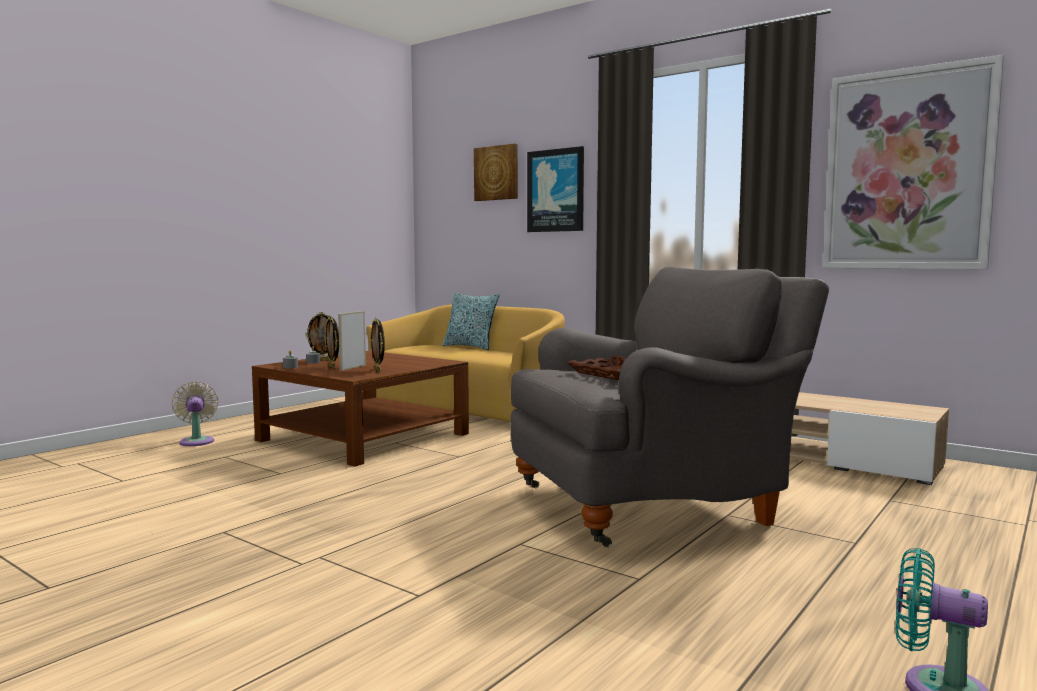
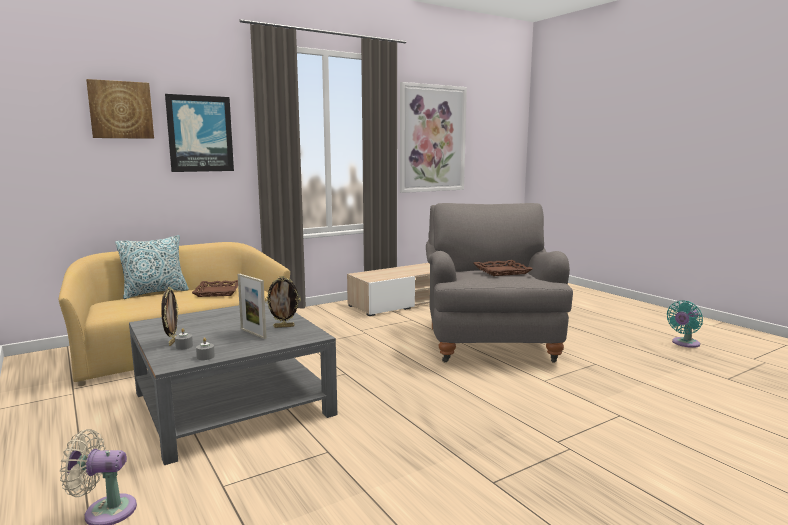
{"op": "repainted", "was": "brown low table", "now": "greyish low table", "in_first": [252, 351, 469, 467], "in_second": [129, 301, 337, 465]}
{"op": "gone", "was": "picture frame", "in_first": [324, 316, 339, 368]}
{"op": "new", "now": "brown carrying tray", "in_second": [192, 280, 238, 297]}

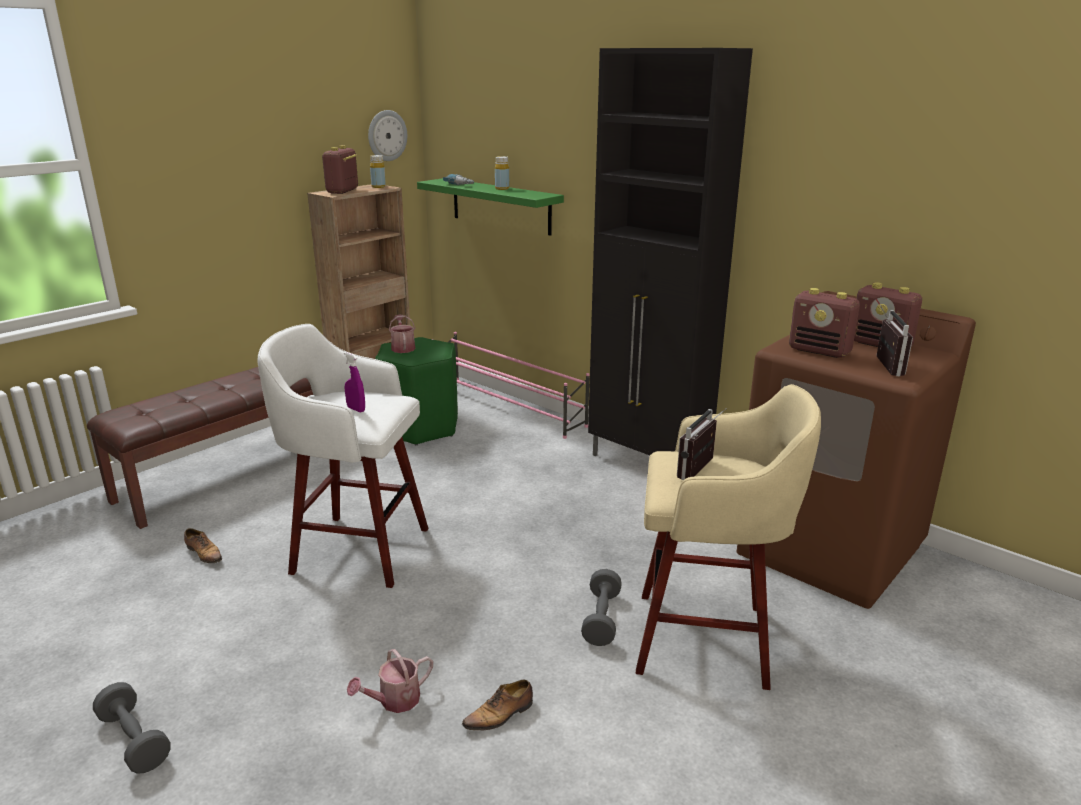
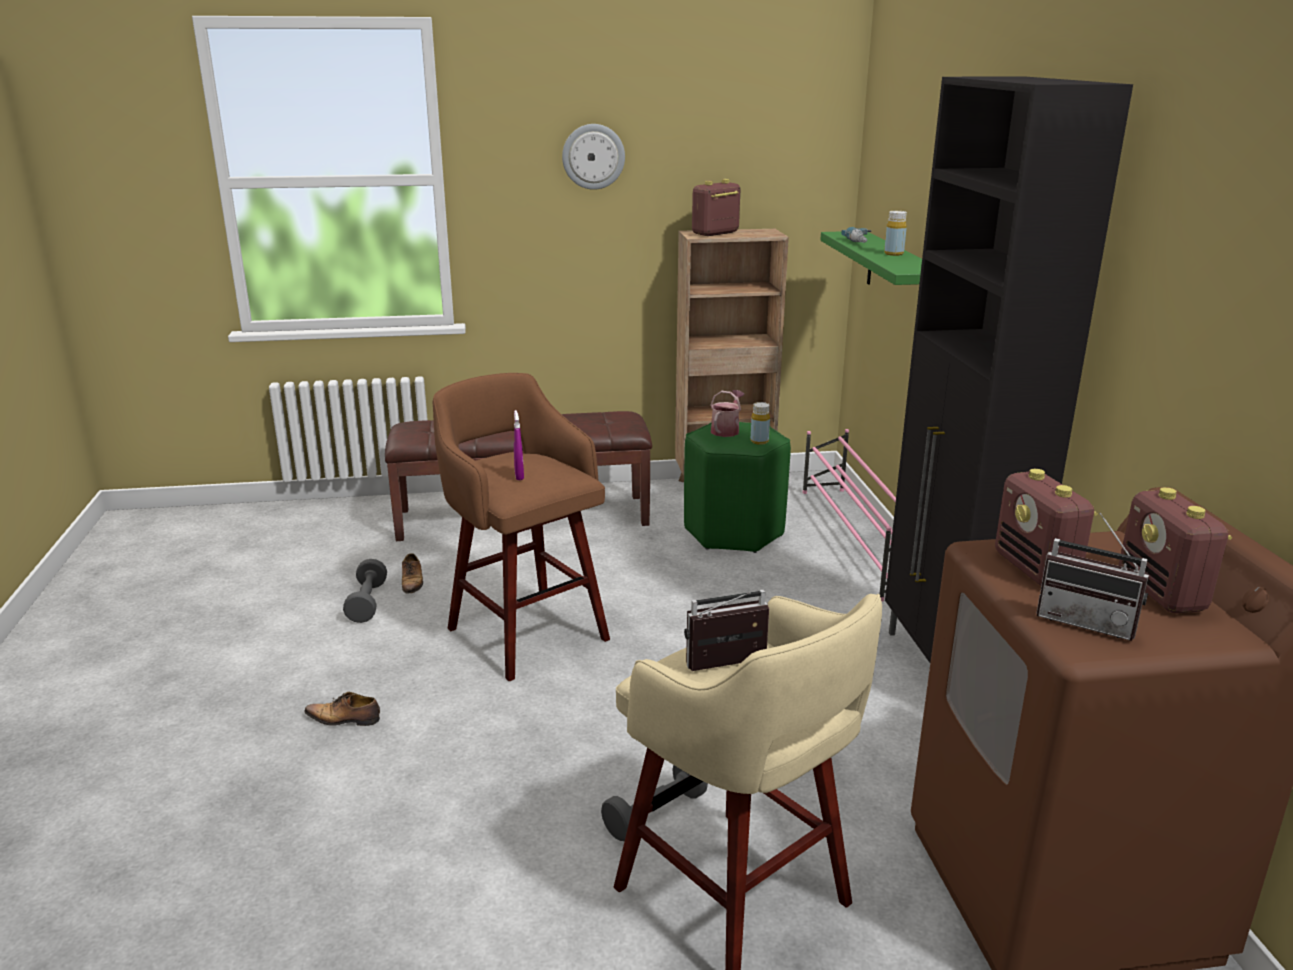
{"op": "shifted", "was": "greyish hand weight", "in_first": [93, 682, 171, 774], "in_second": [343, 559, 387, 623]}
{"op": "repainted", "was": "white-coloured stool", "now": "brown stool", "in_first": [258, 324, 428, 588], "in_second": [432, 373, 610, 681]}
{"op": "gone", "was": "sprinkling can", "in_first": [347, 649, 433, 713]}
{"op": "shifted", "was": "wall clock", "in_first": [368, 110, 407, 161], "in_second": [562, 124, 625, 190]}
{"op": "shifted", "was": "yellowish drink bottle", "in_first": [370, 155, 386, 188], "in_second": [751, 402, 770, 445]}
{"op": "shifted", "was": "shoe", "in_first": [462, 679, 533, 730], "in_second": [305, 692, 380, 726]}
{"op": "rotated", "was": "radio set", "in_first": [876, 305, 913, 376], "in_second": [1036, 513, 1149, 641], "clockwise": 75}

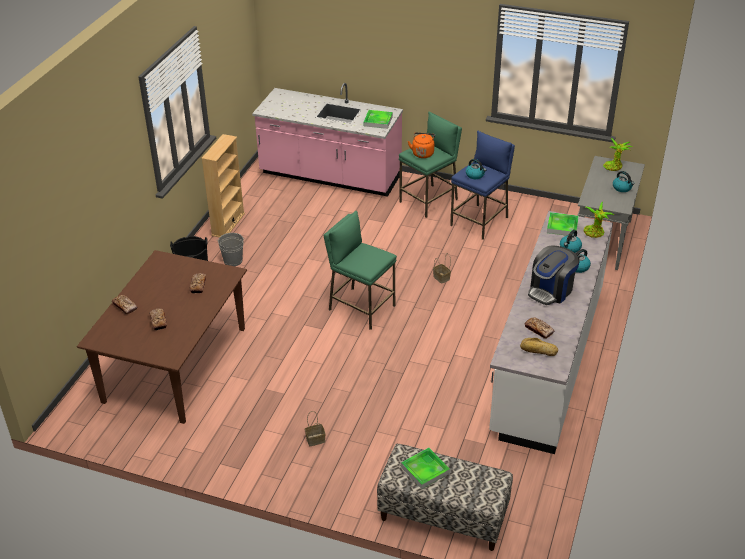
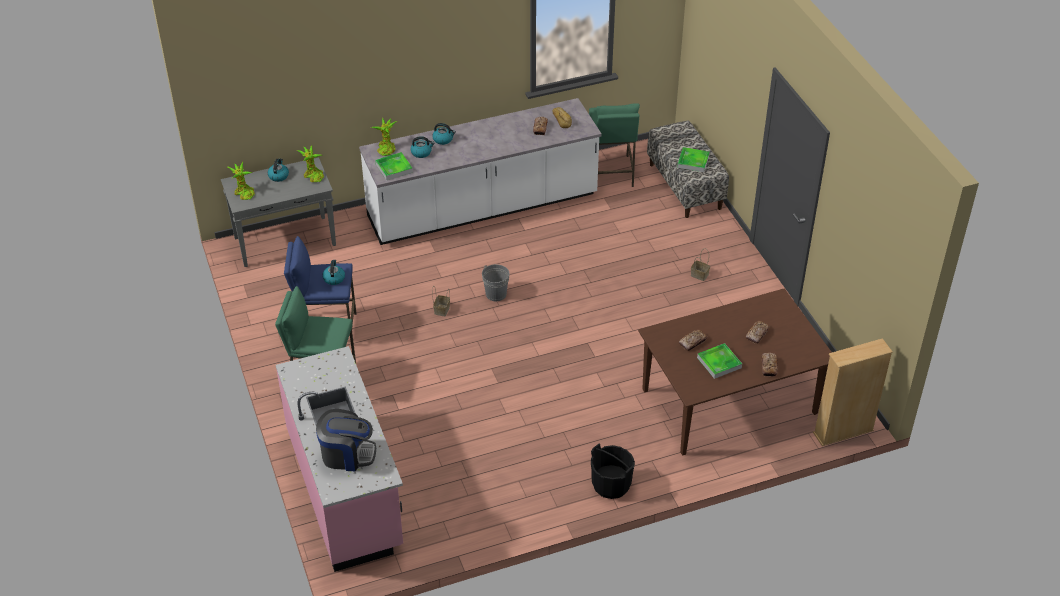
{"op": "shifted", "was": "beige shelving unit", "in_first": [201, 134, 245, 237], "in_second": [813, 338, 893, 446]}
{"op": "shifted", "was": "greyish pail", "in_first": [217, 233, 245, 266], "in_second": [482, 264, 509, 301]}
{"op": "shifted", "was": "greenish stool", "in_first": [324, 211, 397, 330], "in_second": [589, 103, 640, 187]}
{"op": "shifted", "was": "carrying tray", "in_first": [363, 110, 393, 129], "in_second": [697, 343, 742, 379]}
{"op": "gone", "was": "orange water kettle", "in_first": [408, 132, 435, 158]}
{"op": "shifted", "was": "coffee brewer", "in_first": [528, 245, 580, 305], "in_second": [316, 409, 376, 471]}
{"op": "new", "now": "potted plant", "in_second": [297, 145, 324, 182]}

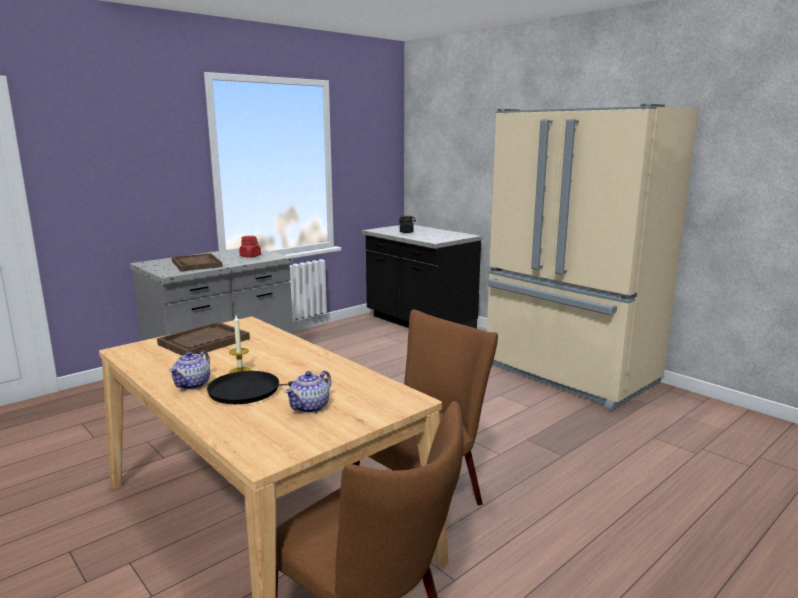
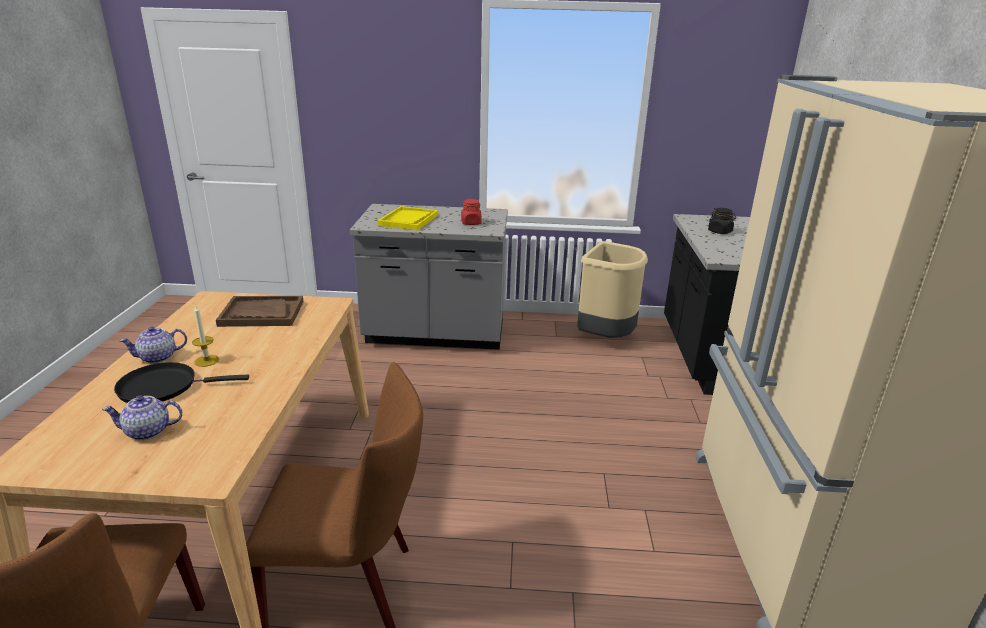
{"op": "repainted", "was": "brown carrying tray", "now": "yellowish carrying tray", "in_first": [172, 253, 223, 271], "in_second": [378, 206, 438, 230]}
{"op": "rotated", "was": "black-coloured frying pan", "in_first": [207, 371, 328, 404], "in_second": [114, 362, 249, 403], "clockwise": -45}
{"op": "new", "now": "beige waste bin", "in_second": [577, 241, 648, 338]}

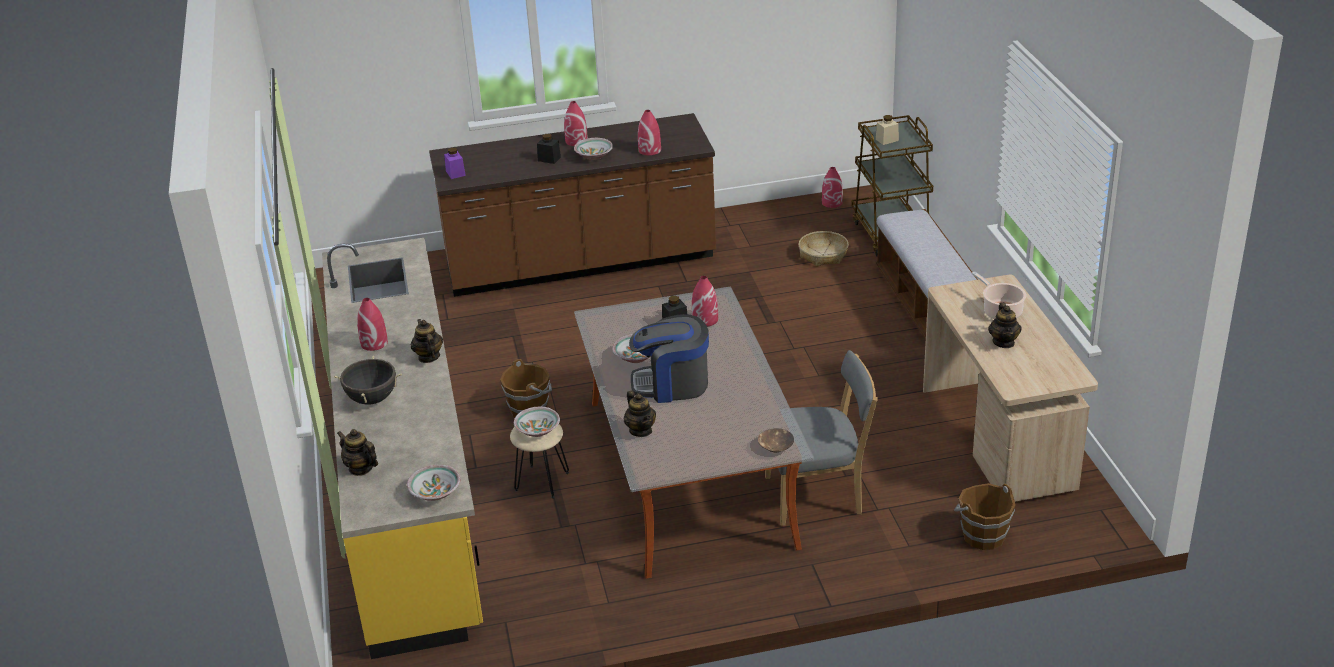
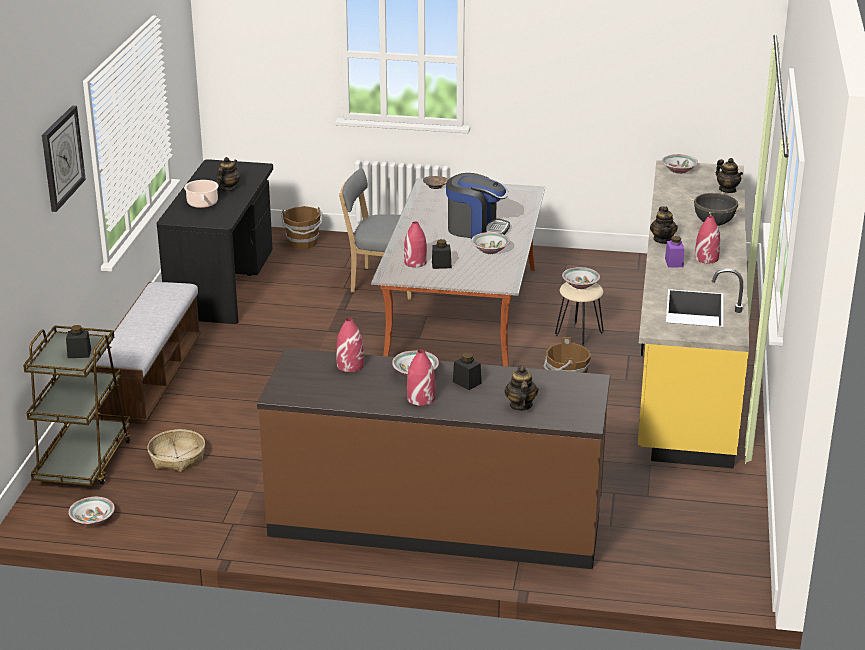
{"op": "shifted", "was": "purple-coloured preserve jar", "in_first": [444, 148, 466, 179], "in_second": [665, 236, 684, 268]}
{"op": "shifted", "was": "teapot", "in_first": [624, 390, 656, 437], "in_second": [504, 365, 539, 411]}
{"op": "swapped", "was": "reddish vase", "now": "serving bowl", "in_first": [822, 167, 843, 208], "in_second": [69, 497, 115, 526]}
{"op": "repainted", "was": "beige preserve jar", "now": "black-coloured preserve jar", "in_first": [876, 115, 899, 145], "in_second": [66, 325, 91, 358]}
{"op": "repainted", "was": "beige desk table", "now": "black-coloured desk table", "in_first": [923, 275, 1098, 502], "in_second": [157, 159, 273, 324]}
{"op": "new", "now": "wall clock", "in_second": [42, 106, 86, 212]}

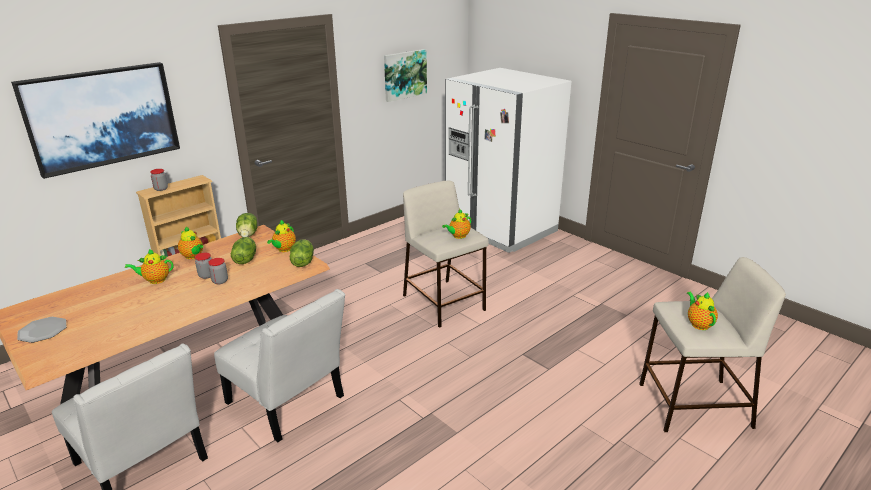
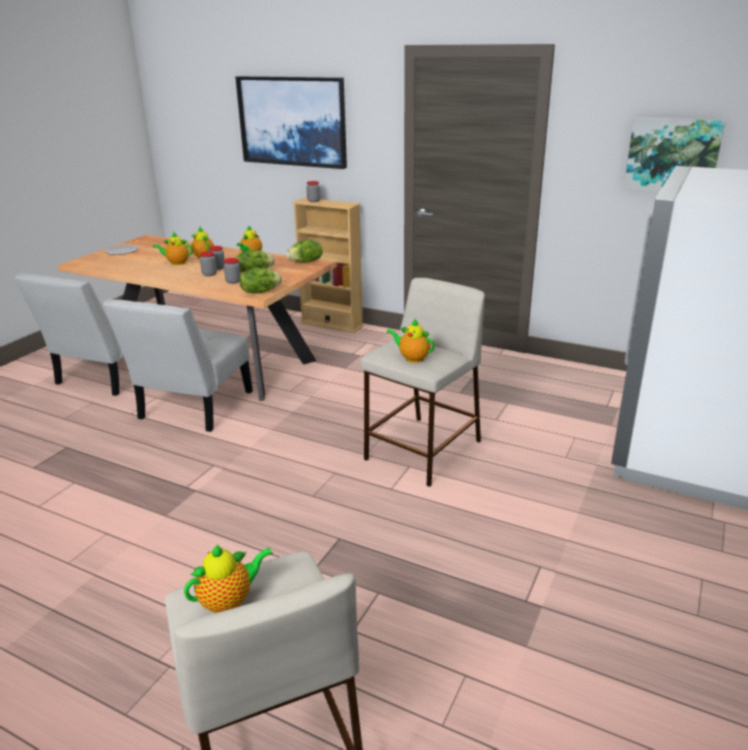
{"op": "shifted", "was": "teapot", "in_first": [267, 220, 296, 252], "in_second": [152, 232, 193, 265]}
{"op": "new", "now": "preserve jar", "in_second": [224, 258, 241, 284]}

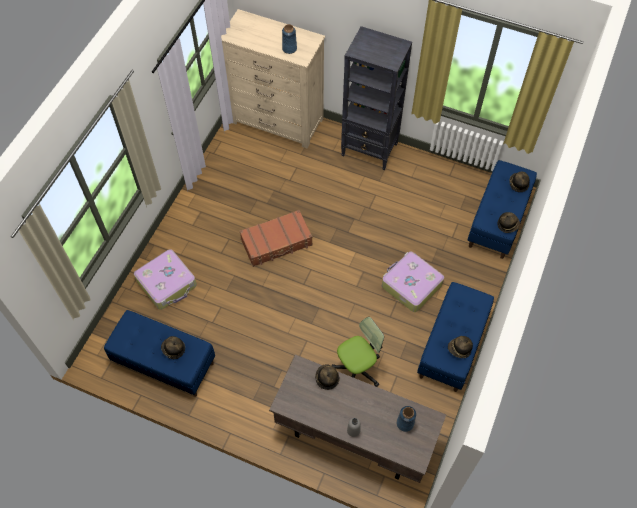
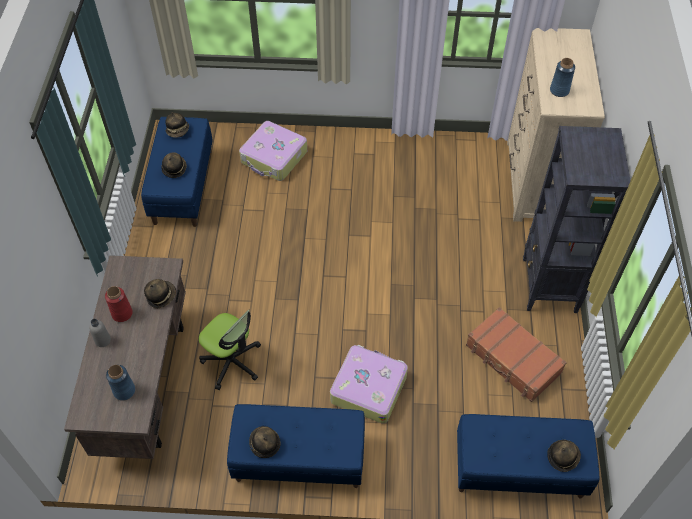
{"op": "shifted", "was": "brown travel case", "in_first": [240, 210, 313, 267], "in_second": [466, 307, 567, 402]}
{"op": "shifted", "was": "clothing hat", "in_first": [498, 212, 520, 233], "in_second": [165, 112, 189, 138]}
{"op": "new", "now": "reddish vase", "in_second": [105, 286, 133, 322]}

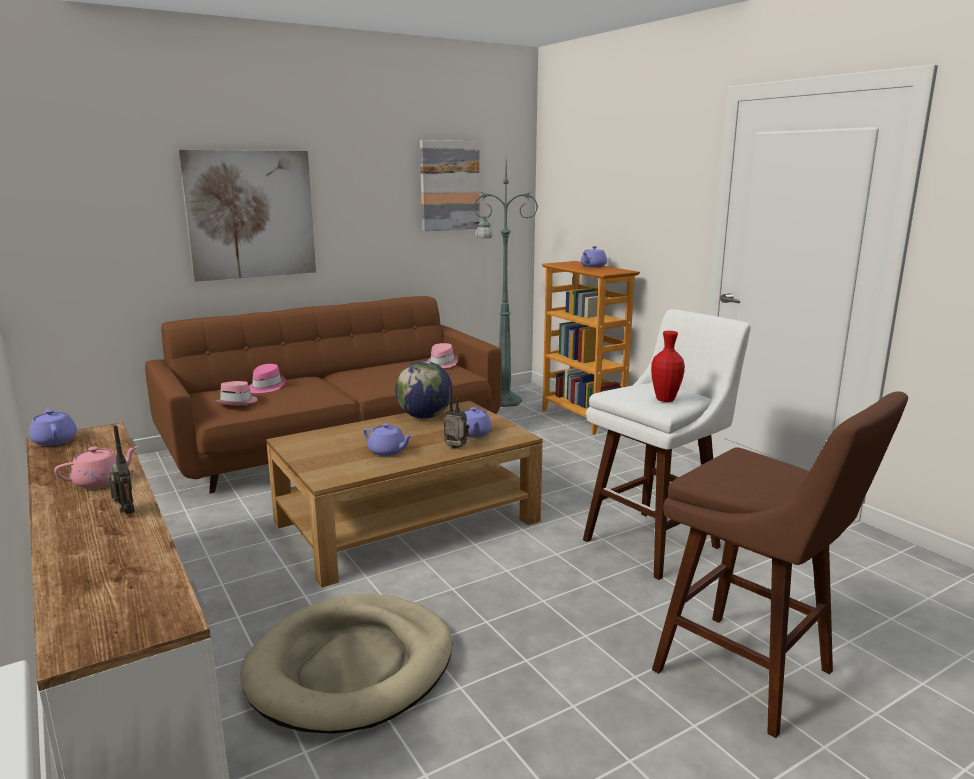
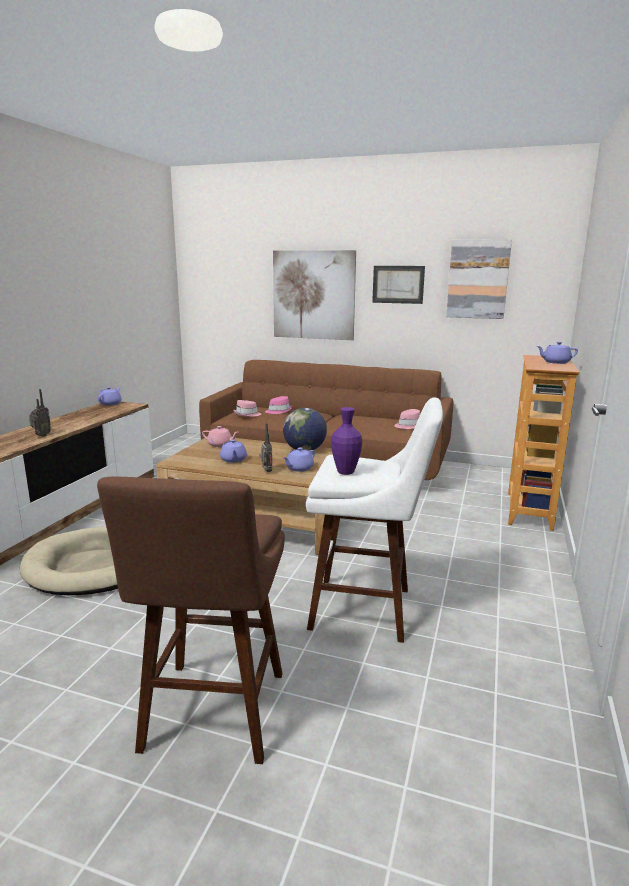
{"op": "shifted", "was": "pinkish teapot", "in_first": [54, 446, 139, 489], "in_second": [202, 426, 238, 447]}
{"op": "gone", "was": "greenish standing lamp", "in_first": [473, 162, 538, 407]}
{"op": "repainted", "was": "reddish vase", "now": "purple-coloured vase", "in_first": [651, 331, 685, 402], "in_second": [331, 407, 362, 475]}
{"op": "new", "now": "wall picture", "in_second": [372, 266, 425, 304]}

